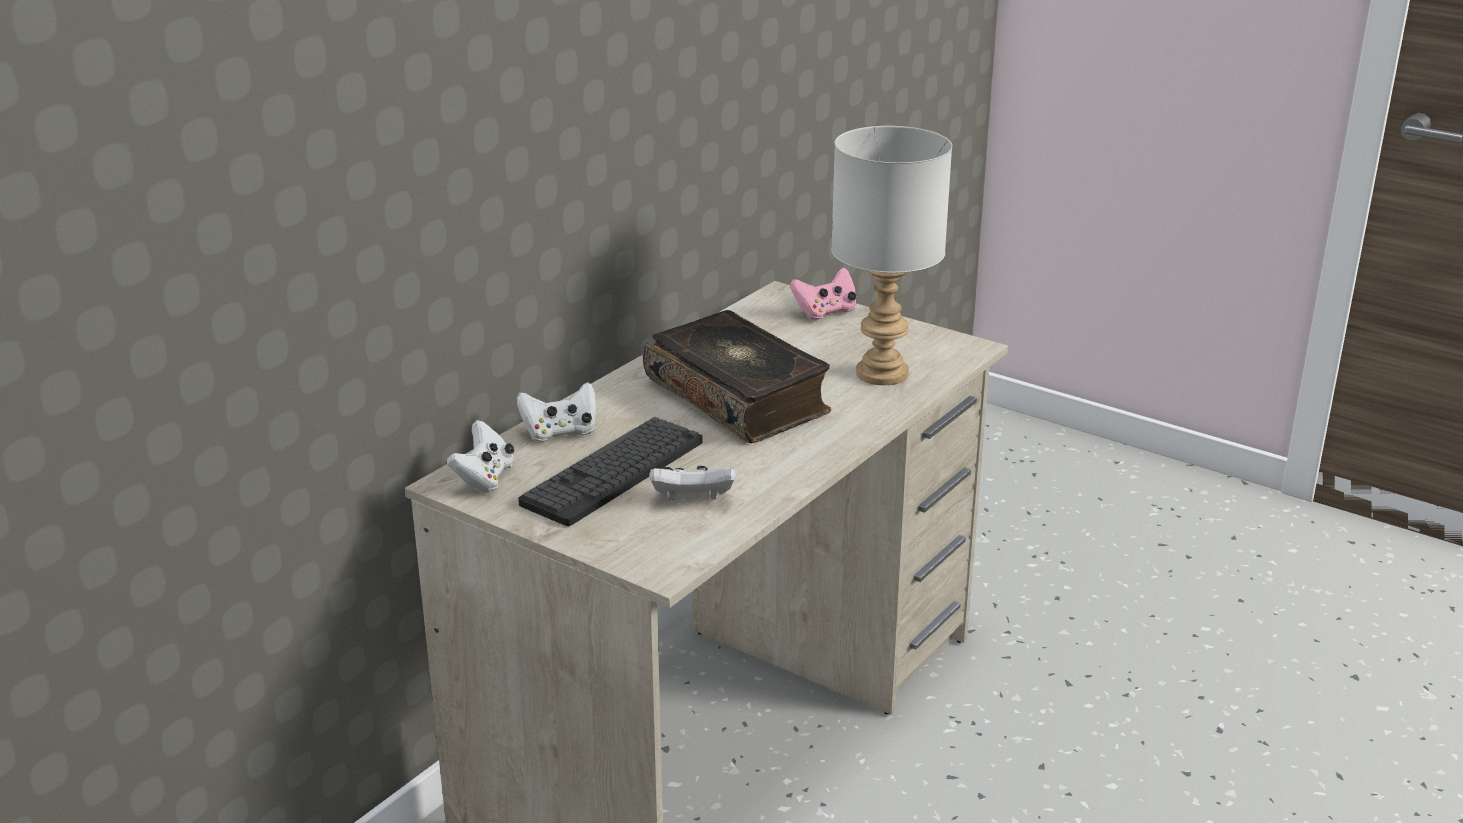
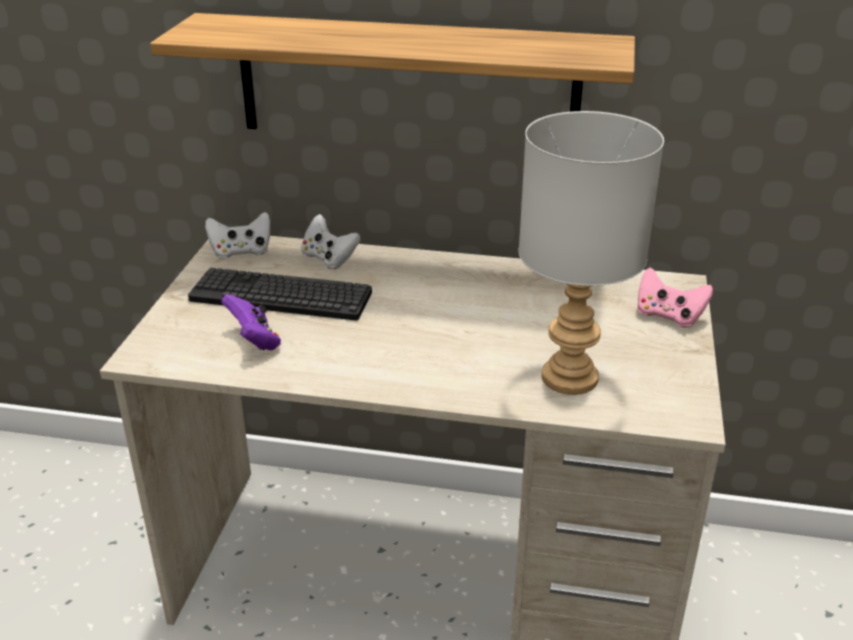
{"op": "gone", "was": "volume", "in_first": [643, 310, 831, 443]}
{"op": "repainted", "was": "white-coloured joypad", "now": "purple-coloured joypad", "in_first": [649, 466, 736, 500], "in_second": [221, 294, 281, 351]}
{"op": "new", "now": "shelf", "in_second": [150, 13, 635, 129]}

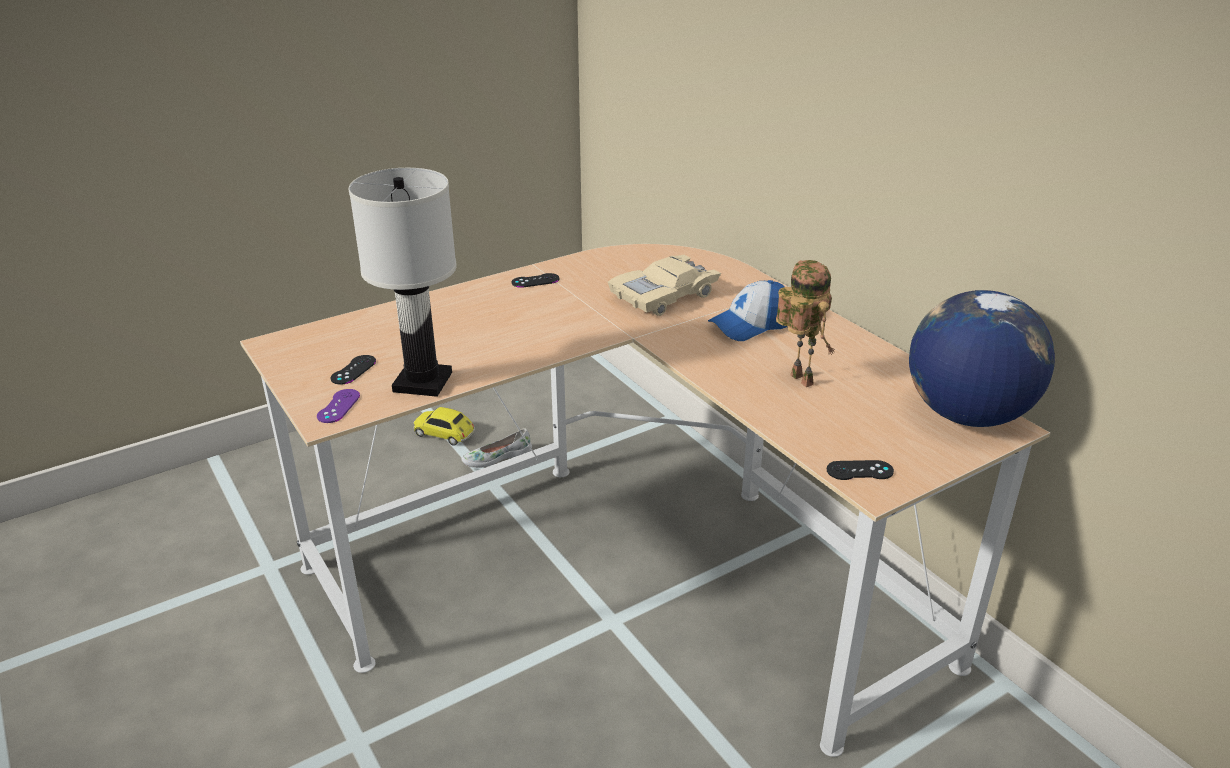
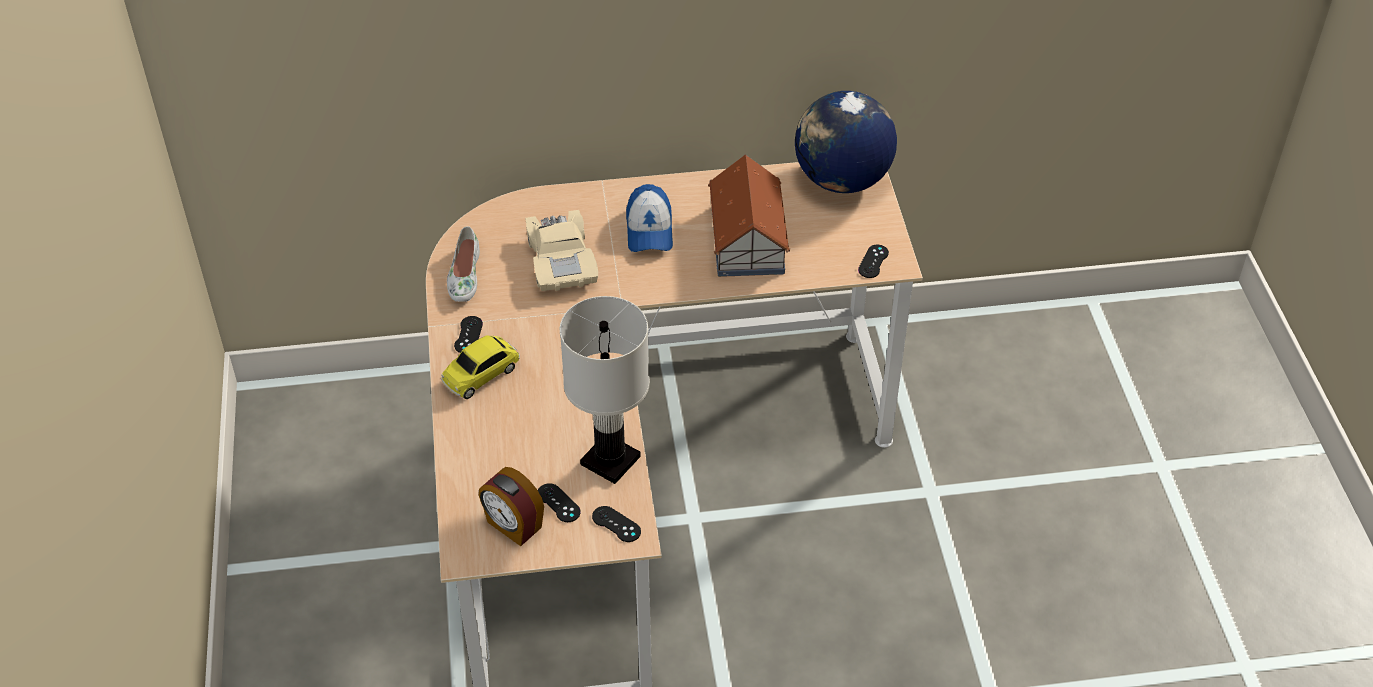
{"op": "repainted", "was": "purple-coloured joypad", "now": "black-coloured joypad", "in_first": [317, 389, 360, 423], "in_second": [592, 506, 641, 542]}
{"op": "shifted", "was": "toy car", "in_first": [413, 407, 475, 446], "in_second": [441, 336, 520, 399]}
{"op": "shifted", "was": "white-coloured shoe", "in_first": [462, 428, 532, 468], "in_second": [447, 226, 480, 302]}
{"op": "swapped", "was": "model robot", "now": "miniature house", "in_first": [776, 260, 835, 387], "in_second": [708, 154, 790, 277]}
{"op": "new", "now": "table clock", "in_second": [479, 467, 544, 546]}

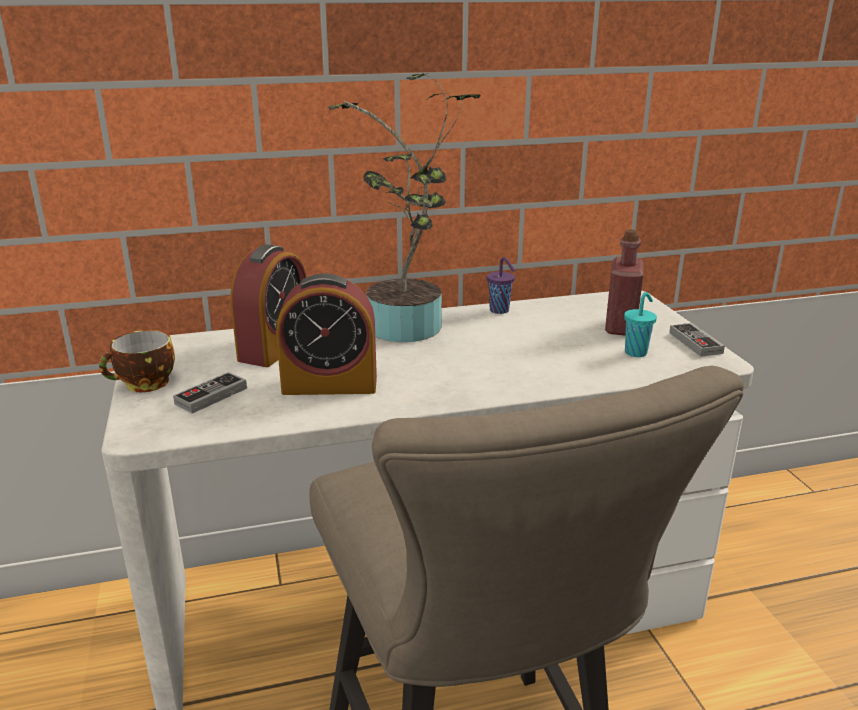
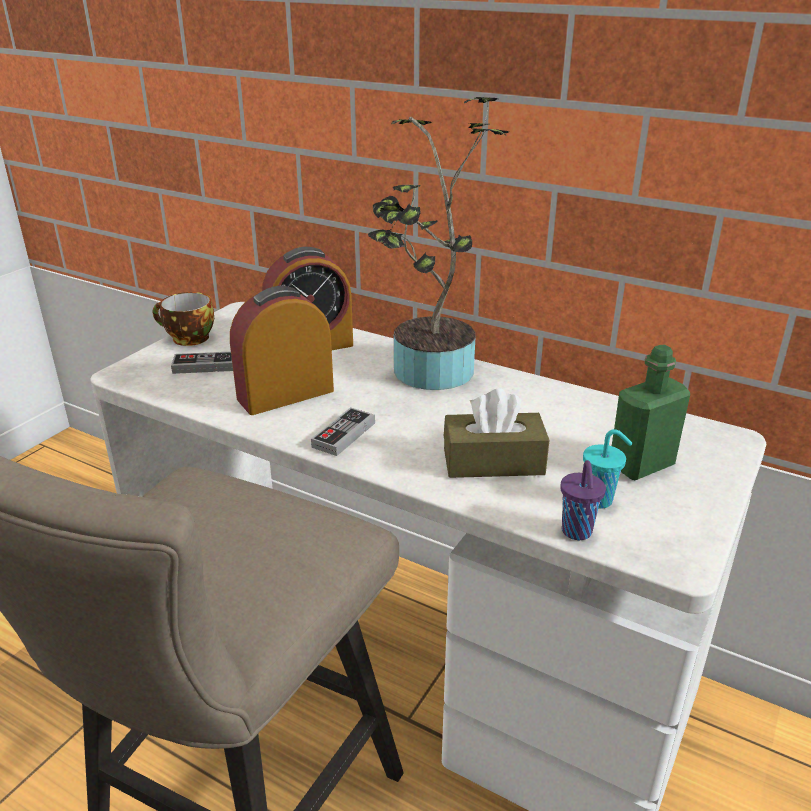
{"op": "rotated", "was": "table clock", "in_first": [276, 273, 377, 395], "in_second": [230, 286, 334, 415], "clockwise": 105}
{"op": "shifted", "was": "purple-coloured cup", "in_first": [487, 257, 515, 314], "in_second": [560, 460, 606, 540]}
{"op": "repainted", "was": "reddish drink bottle", "now": "greenish drink bottle", "in_first": [605, 229, 644, 335], "in_second": [612, 345, 690, 480]}
{"op": "shifted", "was": "joypad", "in_first": [669, 323, 725, 357], "in_second": [311, 407, 375, 456]}
{"op": "new", "now": "brown tissue holder", "in_second": [444, 389, 549, 478]}

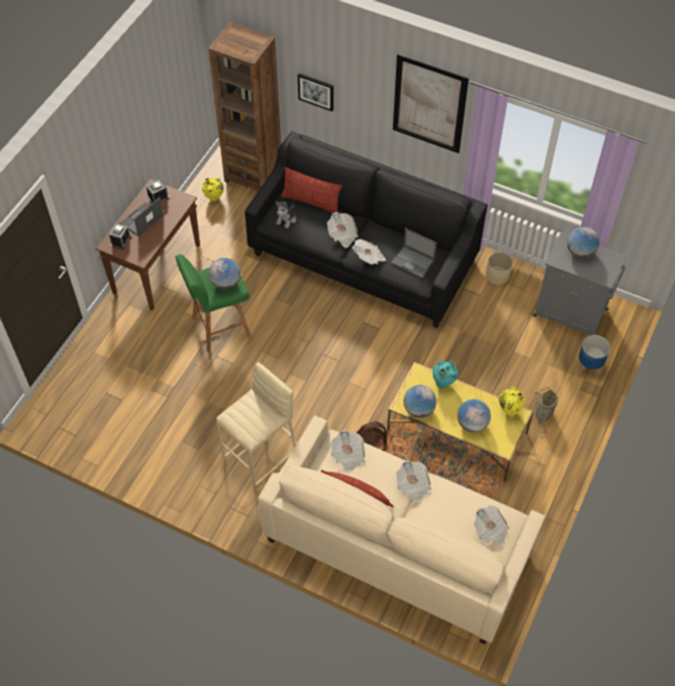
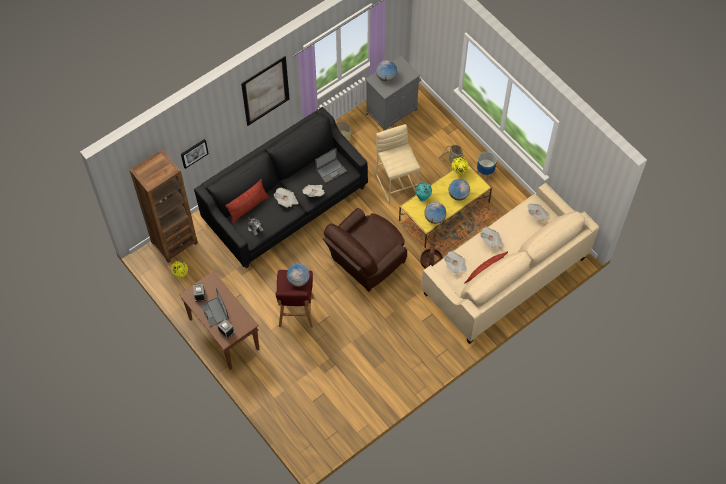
{"op": "repainted", "was": "greenish stool", "now": "reddish stool", "in_first": [175, 255, 251, 353], "in_second": [276, 270, 314, 328]}
{"op": "shifted", "was": "beige stool", "in_first": [216, 362, 296, 487], "in_second": [376, 124, 420, 204]}
{"op": "shifted", "was": "plant pot", "in_first": [579, 335, 610, 376], "in_second": [477, 152, 497, 181]}
{"op": "new", "now": "brown easy chair", "in_second": [323, 208, 407, 292]}

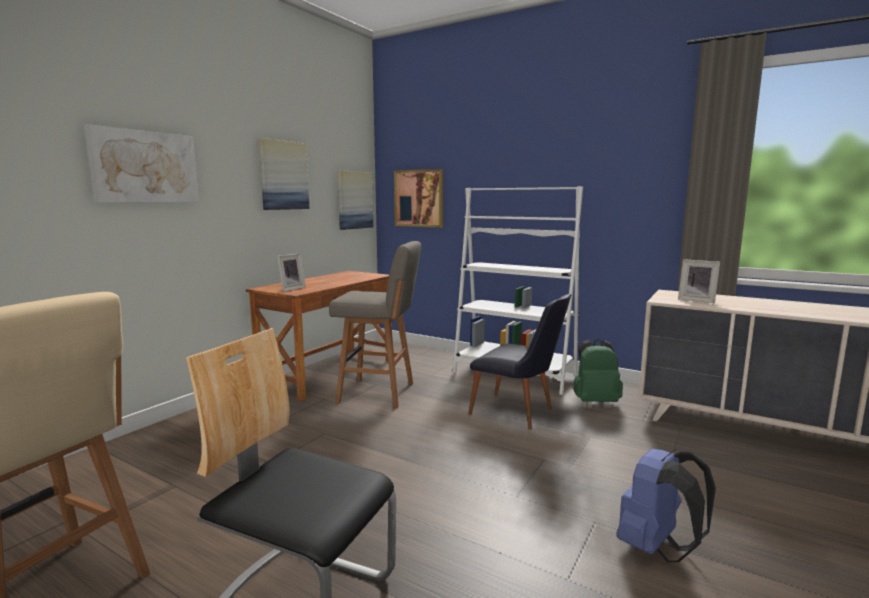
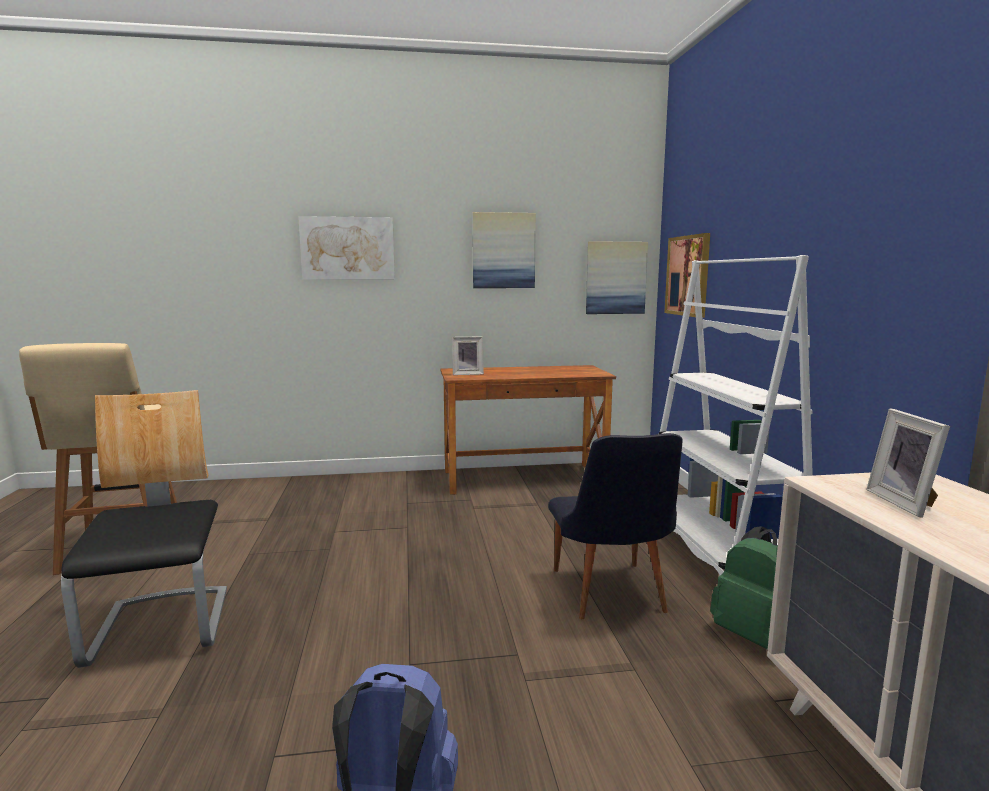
{"op": "gone", "was": "greyish stool", "in_first": [329, 241, 421, 408]}

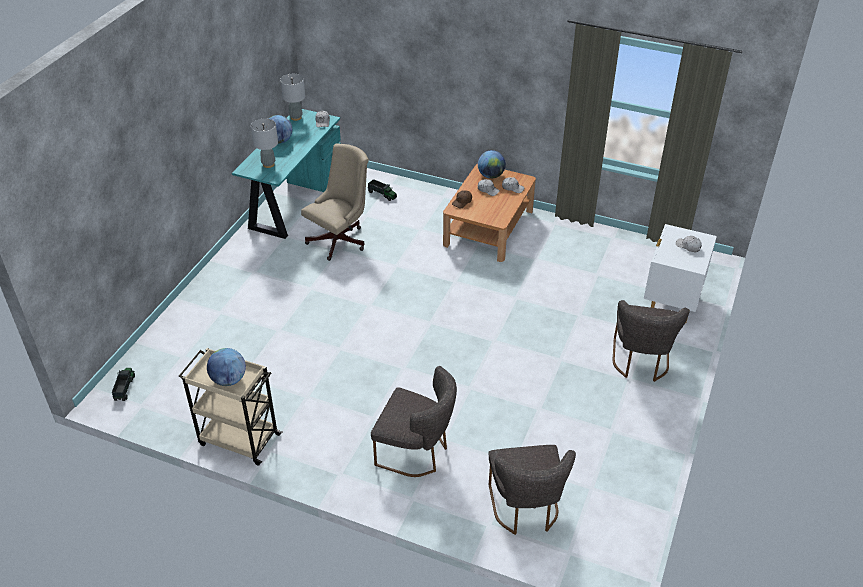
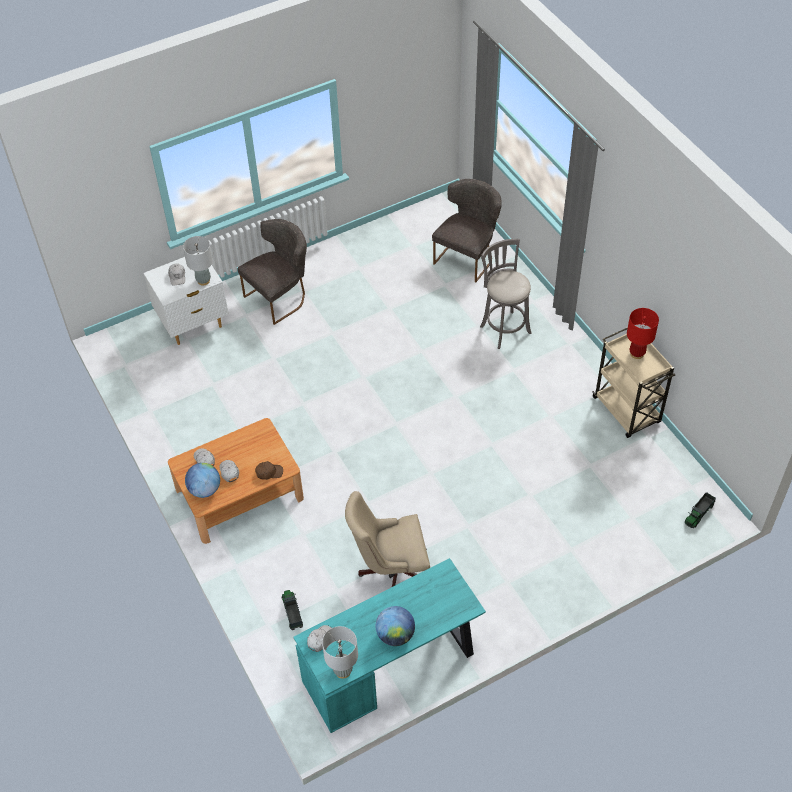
{"op": "swapped", "was": "desk globe", "now": "reddish lamp for a table", "in_first": [207, 348, 246, 386], "in_second": [627, 308, 659, 359]}
{"op": "shifted", "was": "greyish lamp for a table", "in_first": [251, 119, 278, 168], "in_second": [183, 236, 213, 285]}
{"op": "swapped", "was": "greyish upright chair", "now": "greyish stool", "in_first": [371, 366, 457, 477], "in_second": [480, 239, 532, 349]}

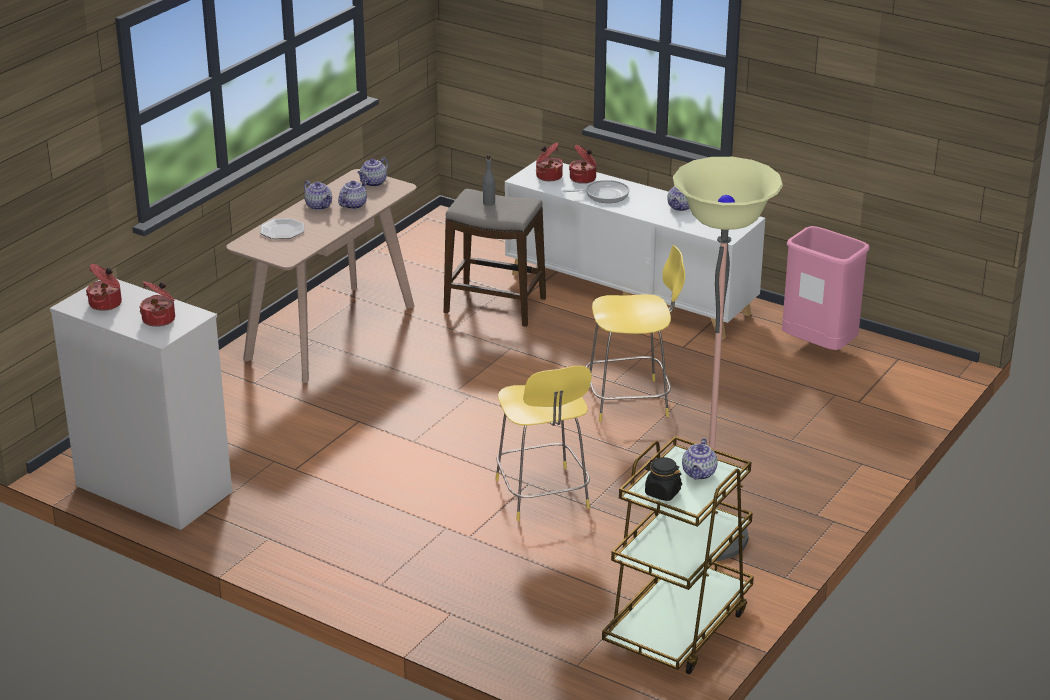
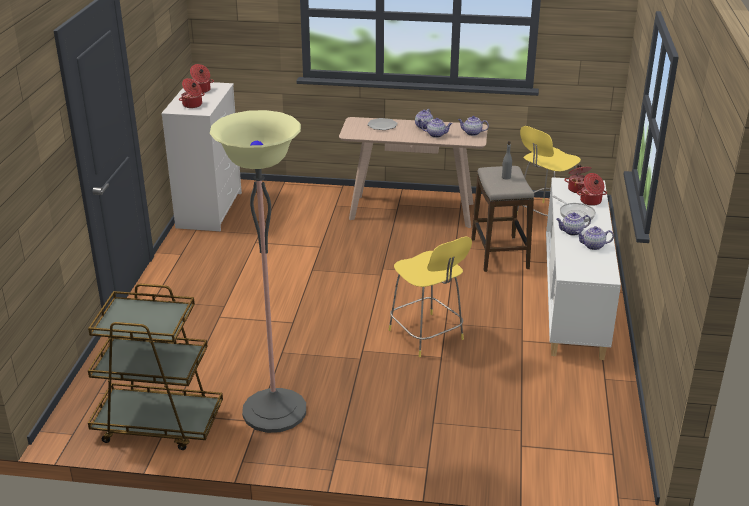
{"op": "shifted", "was": "yellowish stool", "in_first": [495, 366, 592, 521], "in_second": [517, 126, 581, 216]}
{"op": "gone", "was": "black-coloured preserve jar", "in_first": [645, 457, 682, 501]}
{"op": "shifted", "was": "teapot", "in_first": [682, 438, 718, 480], "in_second": [556, 212, 591, 236]}
{"op": "gone", "was": "pinkish waste bin", "in_first": [782, 226, 870, 350]}

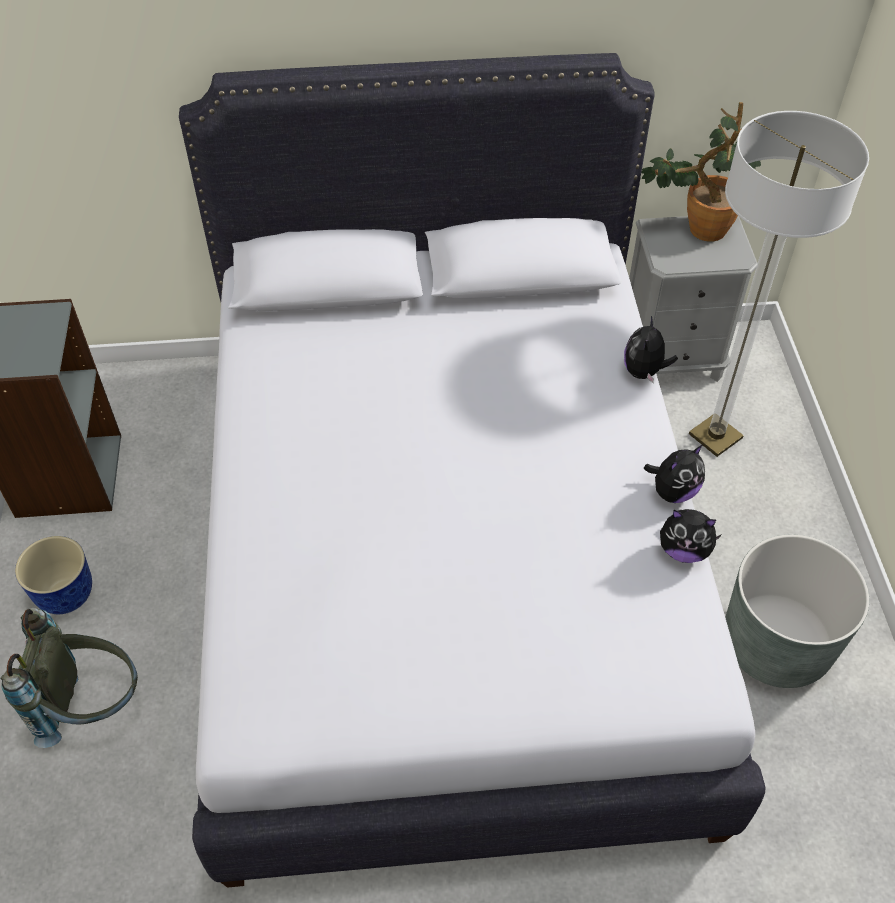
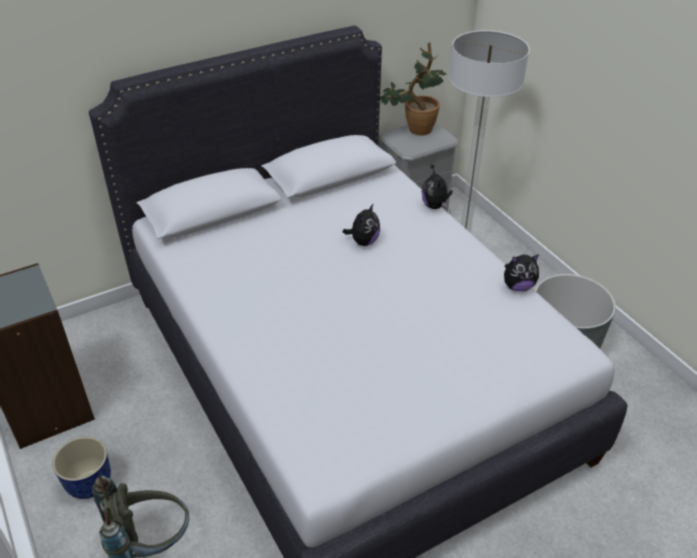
{"op": "shifted", "was": "soft toy", "in_first": [644, 445, 705, 503], "in_second": [343, 204, 380, 246]}

